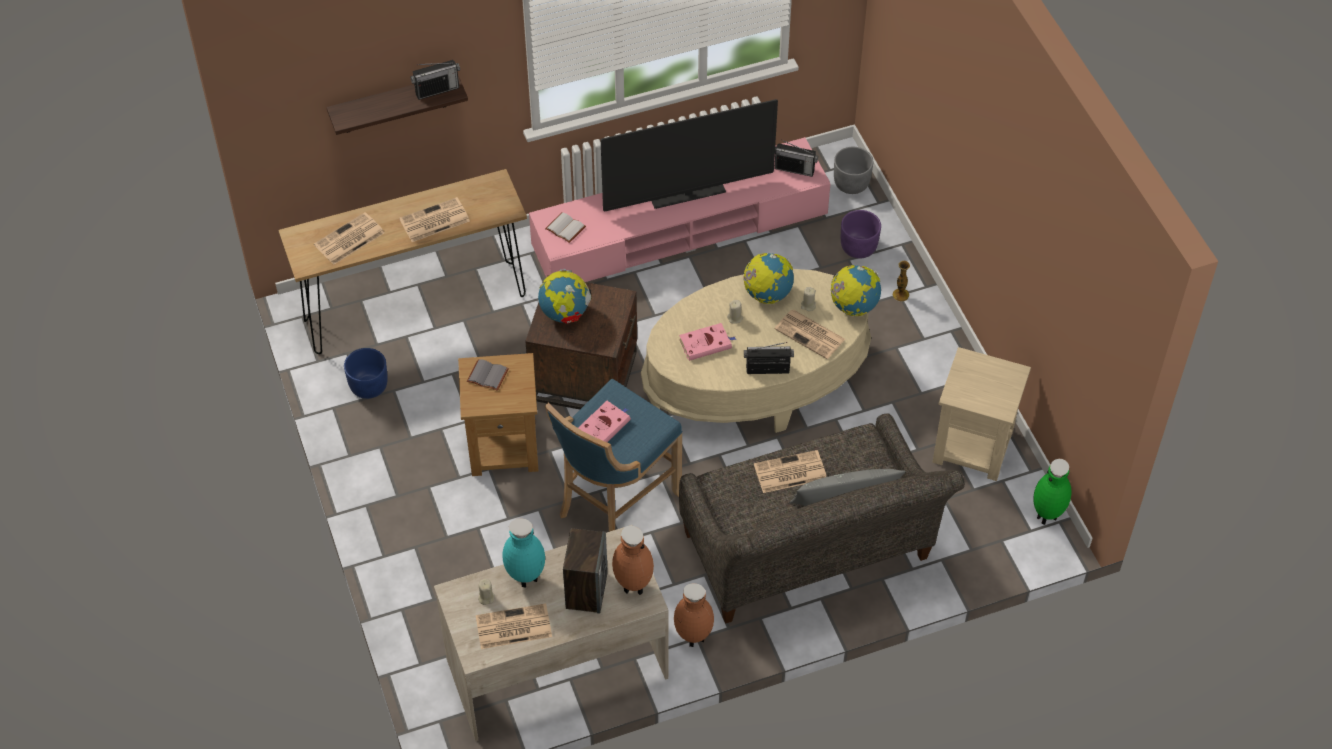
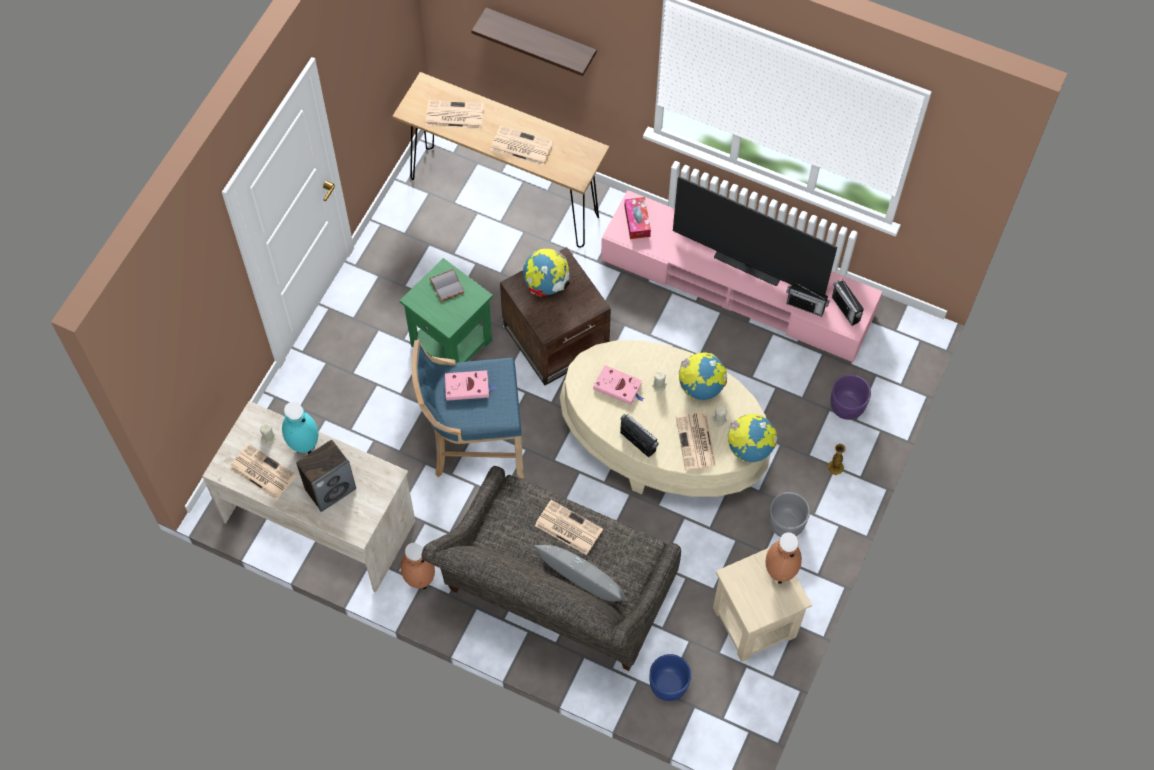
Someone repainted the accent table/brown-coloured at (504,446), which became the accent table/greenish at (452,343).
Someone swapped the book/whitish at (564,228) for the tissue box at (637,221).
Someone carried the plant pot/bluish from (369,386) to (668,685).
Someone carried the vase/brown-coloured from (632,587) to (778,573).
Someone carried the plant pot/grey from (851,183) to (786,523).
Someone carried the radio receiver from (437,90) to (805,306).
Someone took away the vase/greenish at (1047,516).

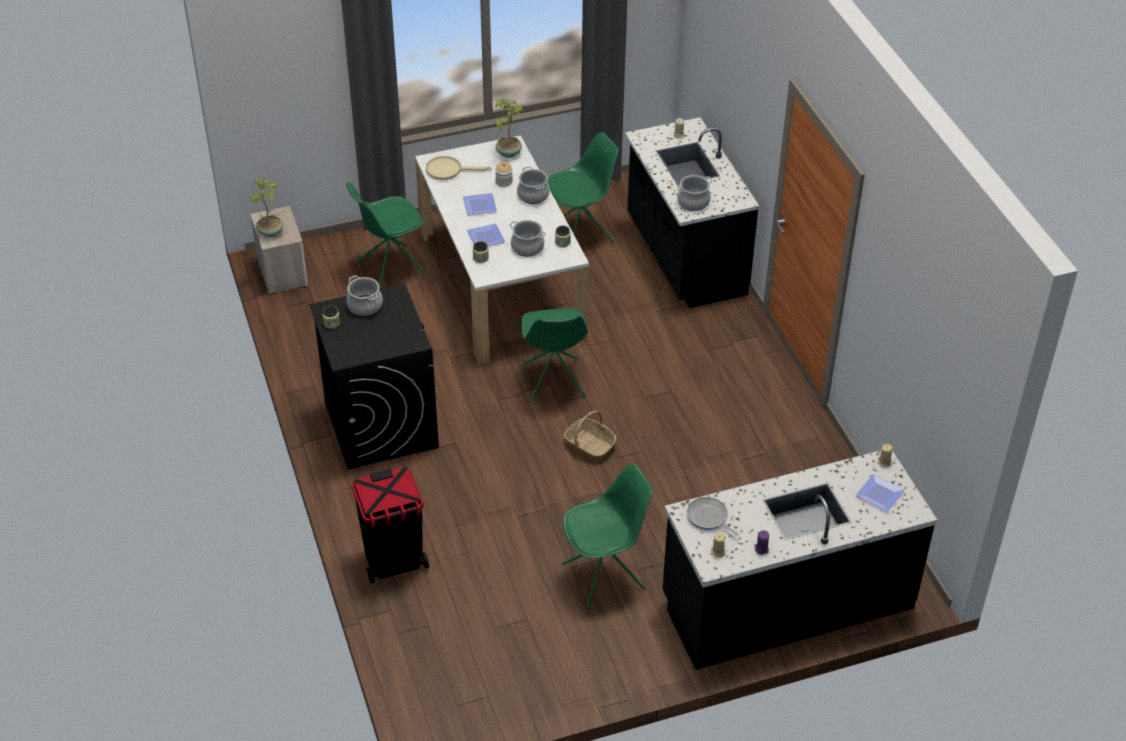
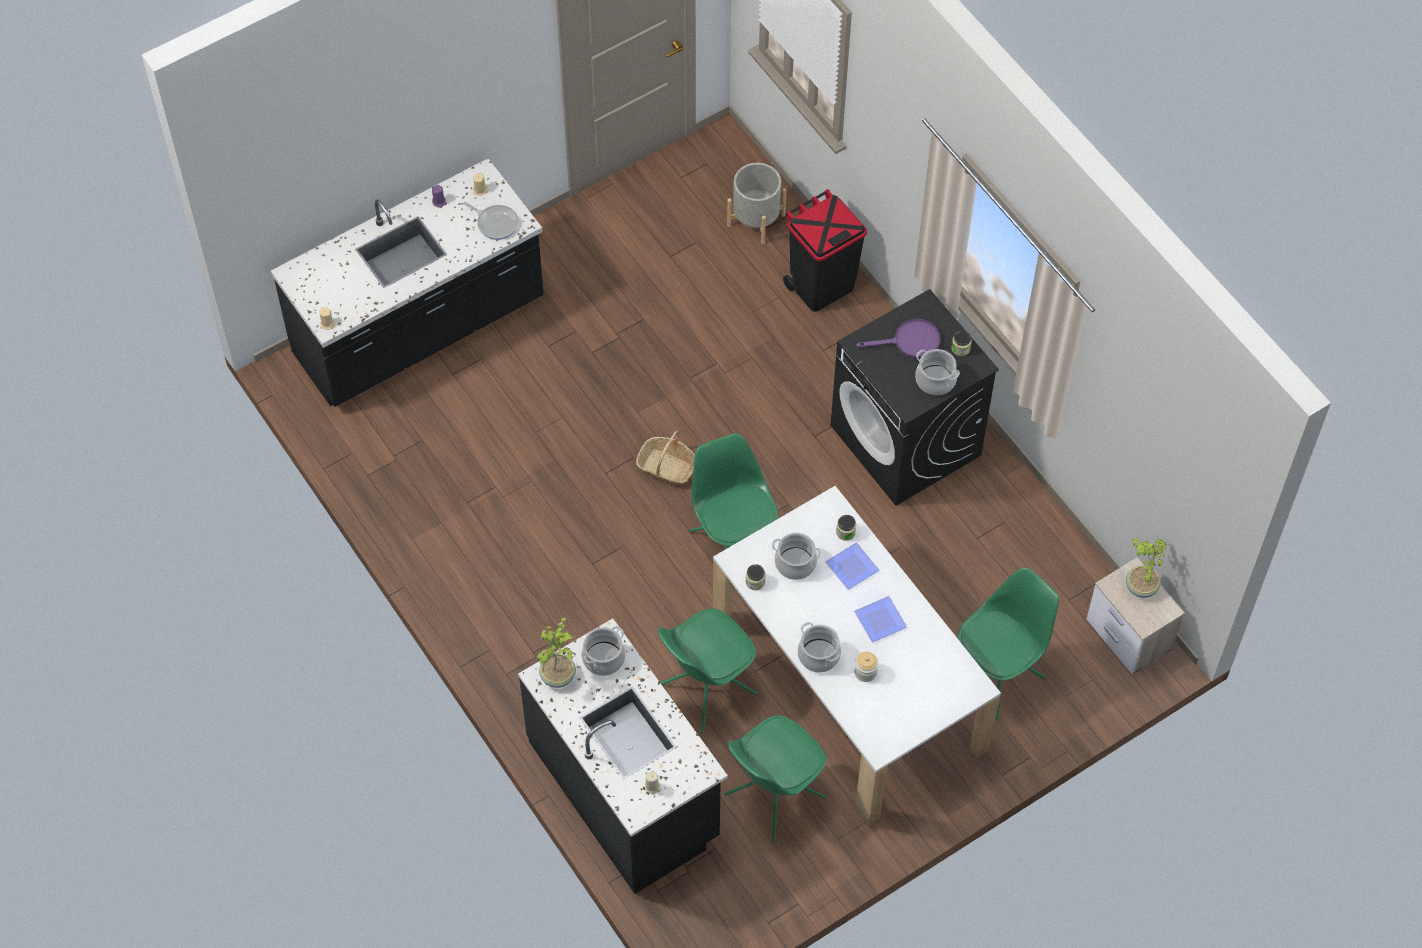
Someone carried the houseplant from (508,153) to (559,675).
Someone carried the chair/greenish from (604,576) to (706,690).
Someone put down the plant pot/grey at (756,220).
Someone put down the skillet/purplish at (910,342).
Someone took away the skillet/beige-coloured at (449,170).
Someone took away the dinner plate at (880,496).

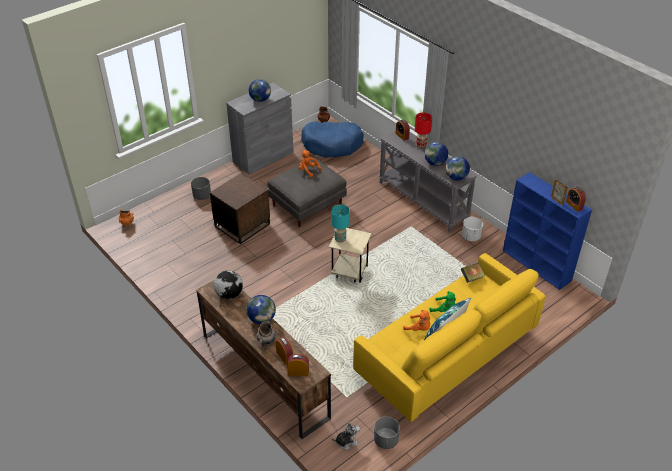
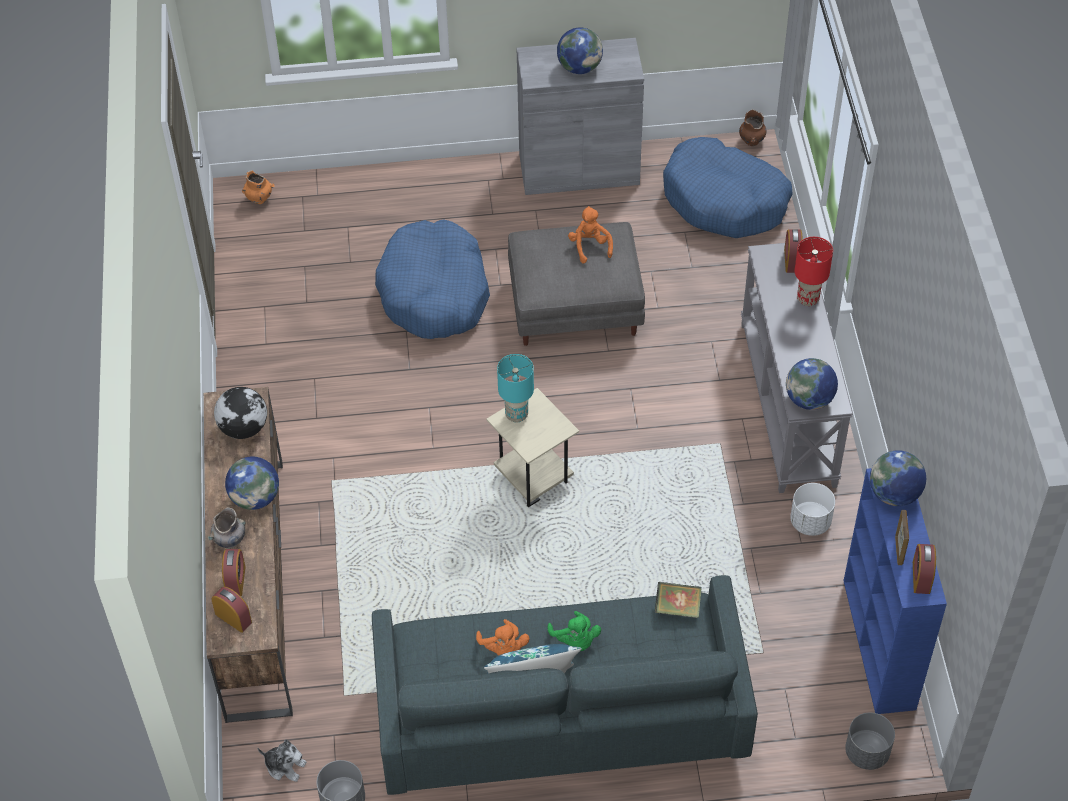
Someone repainted the settee/yellow at (446,356), which became the settee/grey at (560,720).
Someone swapped the accent table/brown-coloured at (242,225) for the pet bed/bluish at (434,292).
Someone carried the plant pot/grey from (202,196) to (867,752).
Someone carried the world globe from (435,163) to (894,494).

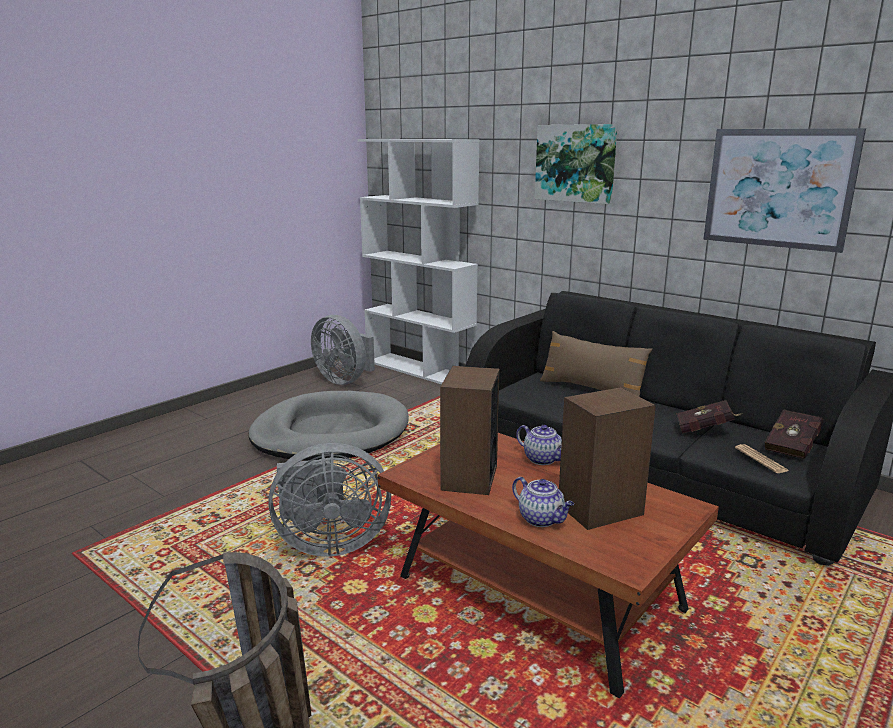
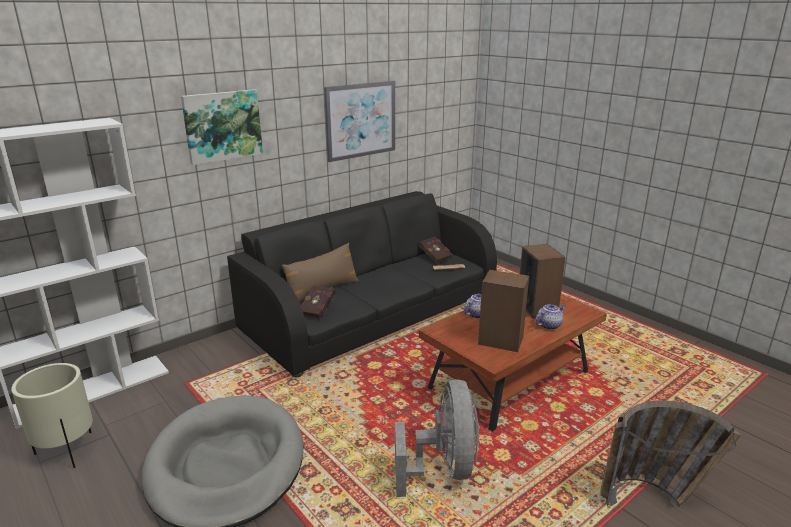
Someone swapped the fan/grey at (344,380) for the plant pot/beige-coloured at (67,451).
Someone carried the book/red from (705,431) to (319,310).

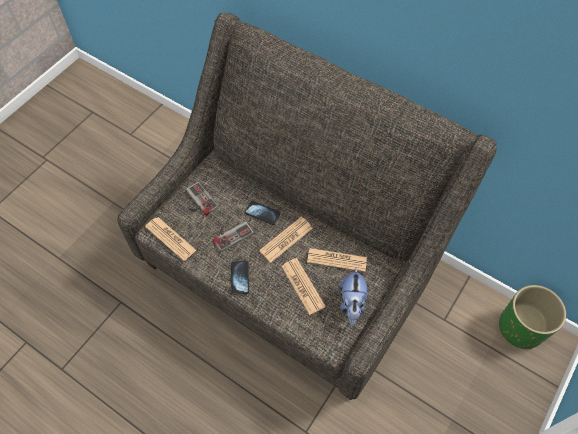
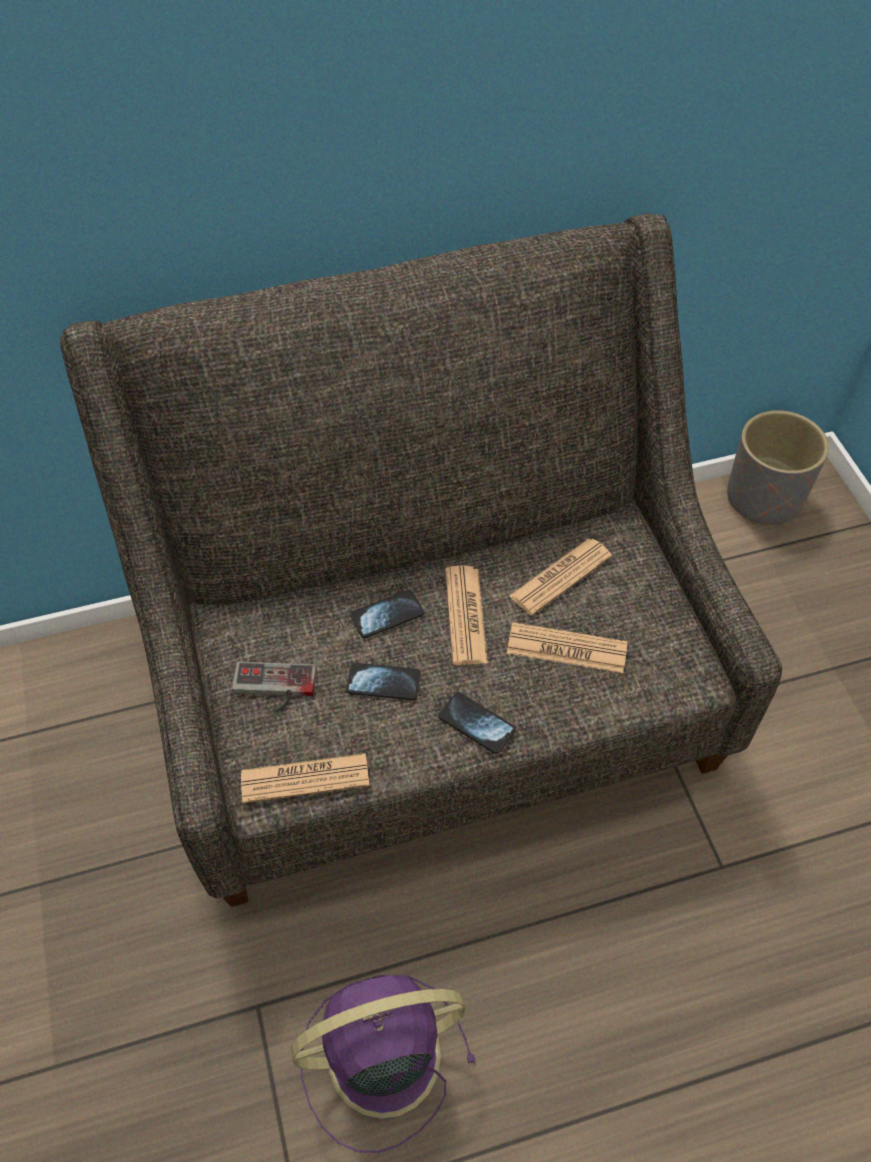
Someone put down the fan/purplish at (379,1058).
Someone swapped the joypad at (231,234) for the telephone at (383,682).
Someone repainted the plant pot/greenish at (520,327), which became the plant pot/grey at (763,498).
Someone took away the soft toy at (352,304).

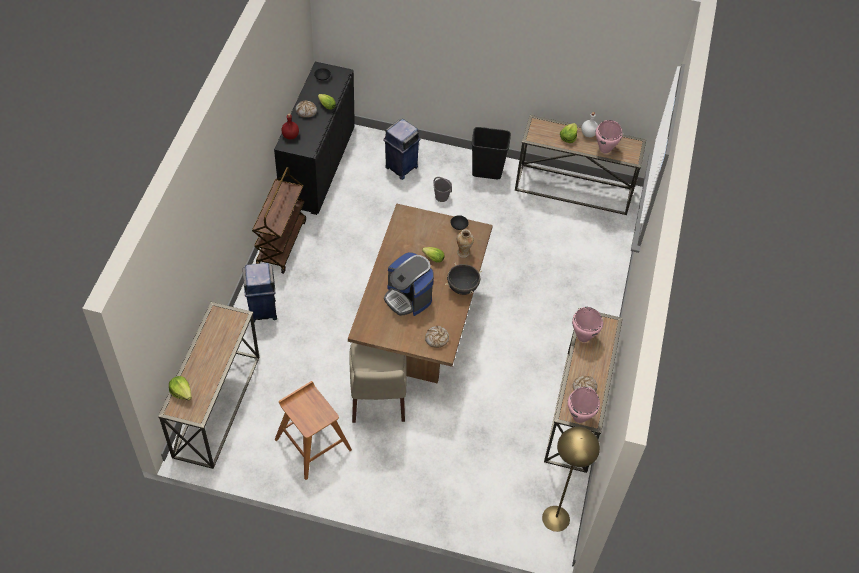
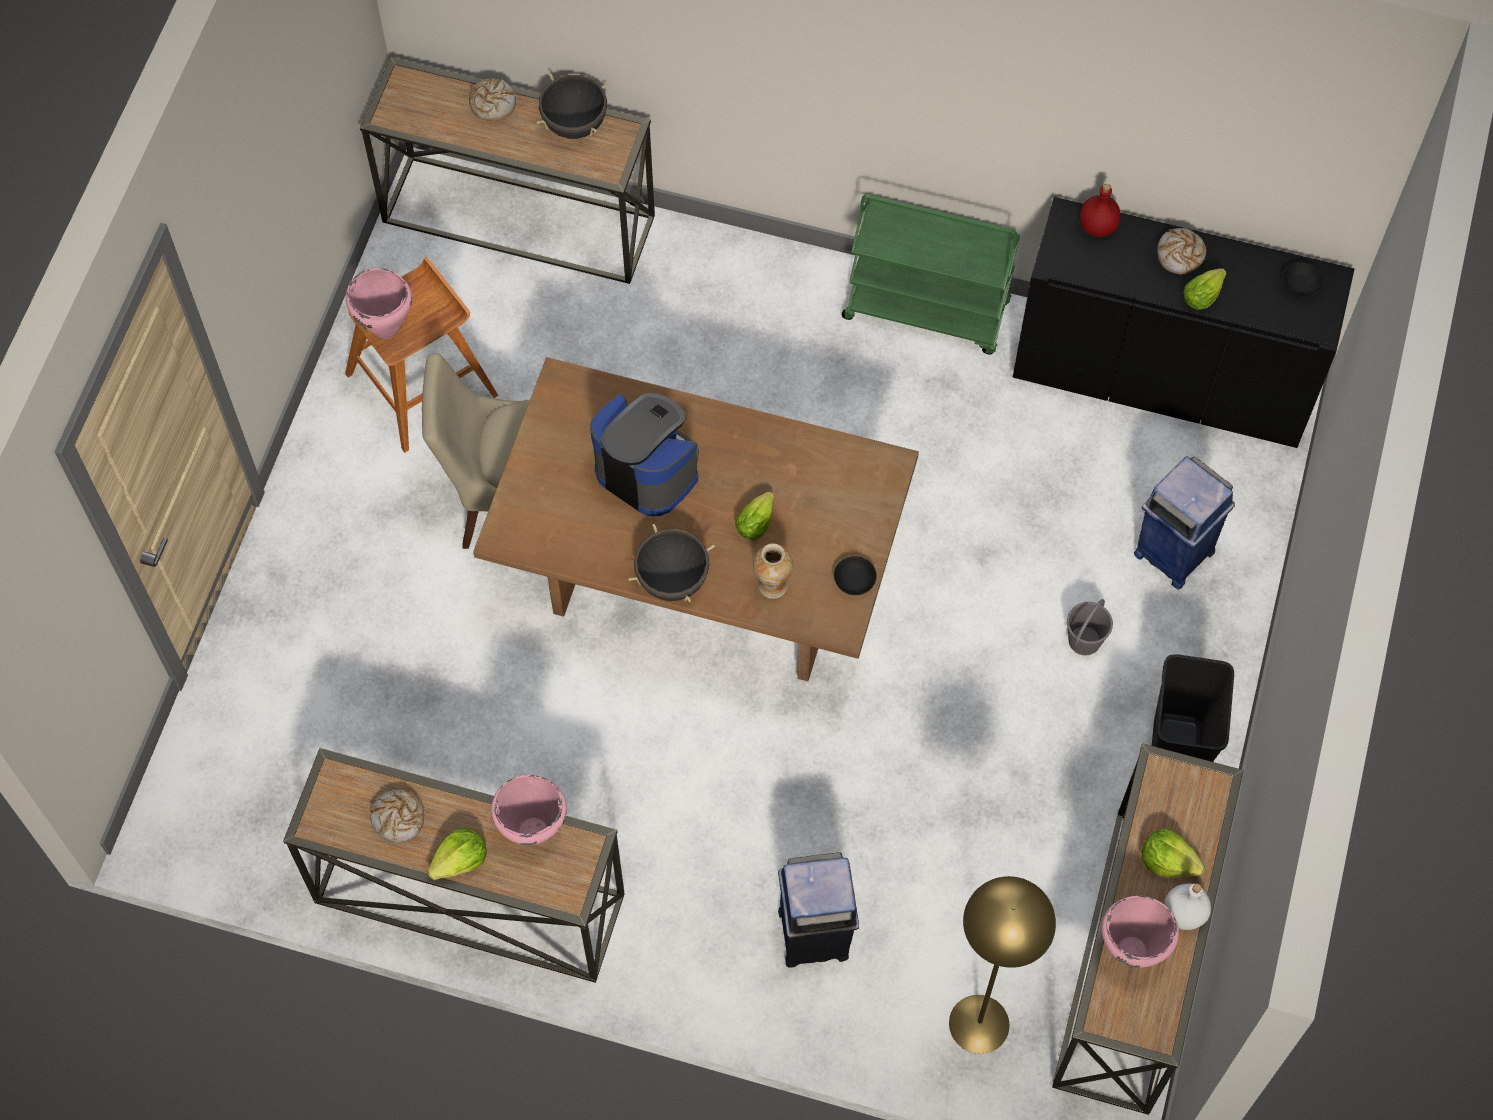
Someone carried the saucepot/pink-coloured from (579,417) to (386,328).
Someone carried the lettuce from (181,392) to (460,861).
Someone carried the bread from (436,339) to (492,103).
Someone put down the saucepot/black at (575,124).
Someone rotated the coffee machine at (408,297) by 75 degrees clockwise.
Someone carried the rubbish bin/bluish from (263,310) to (815,934).
Someone repainted the trolley/brown-coloured at (281,243), which became the trolley/greenish at (927,310).
Someone carried the standard lamp/yellow from (556,518) to (979,1024).

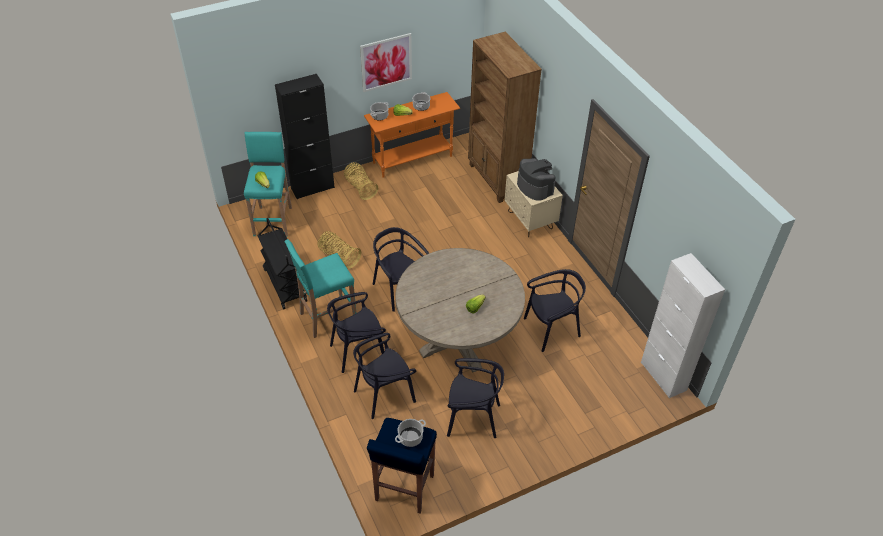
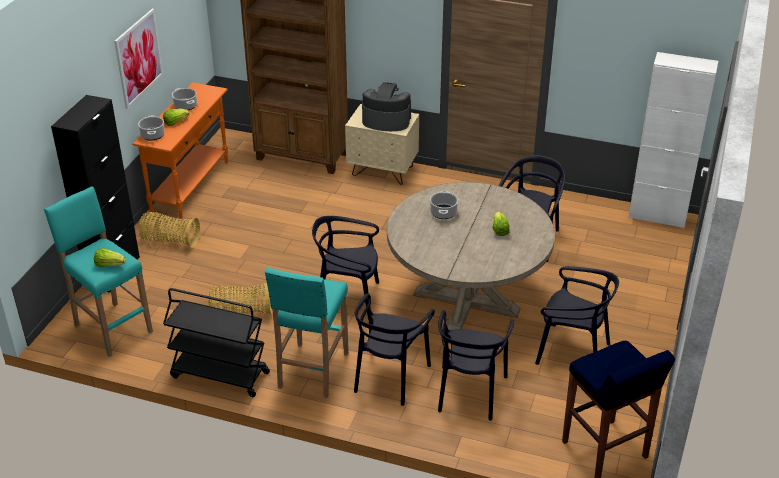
Someone carried the saucepot from (410,438) to (443,213).
Someone rotated the chair/black at (472,418) by 60 degrees clockwise.

